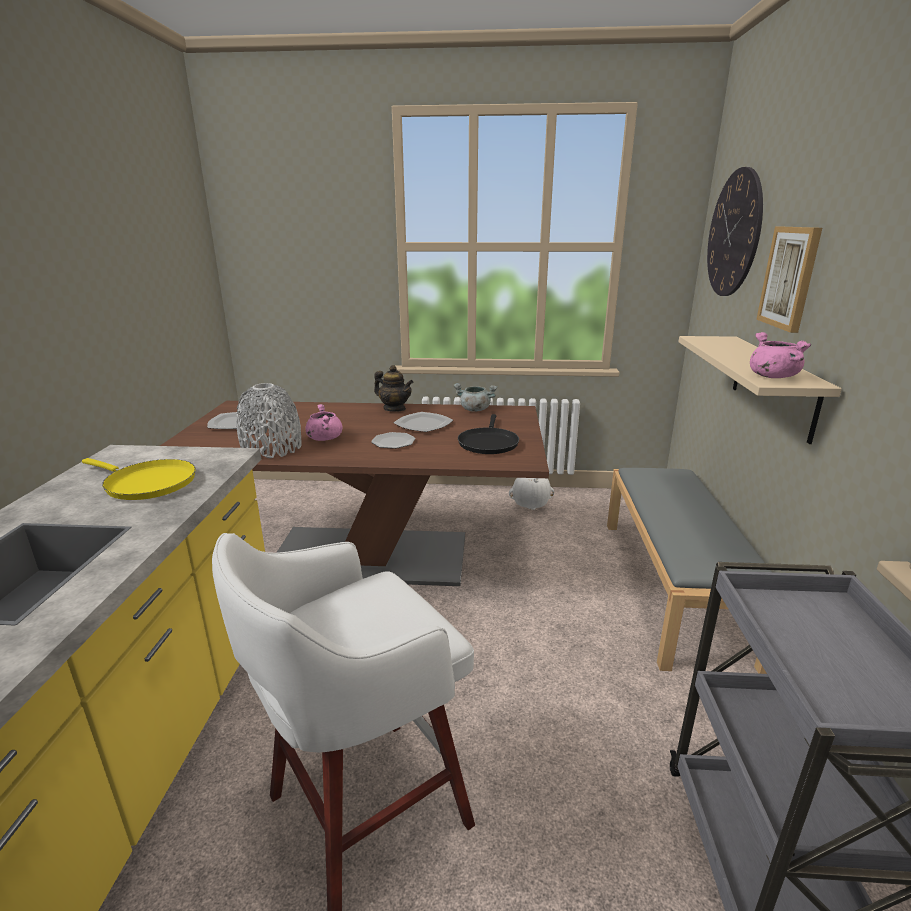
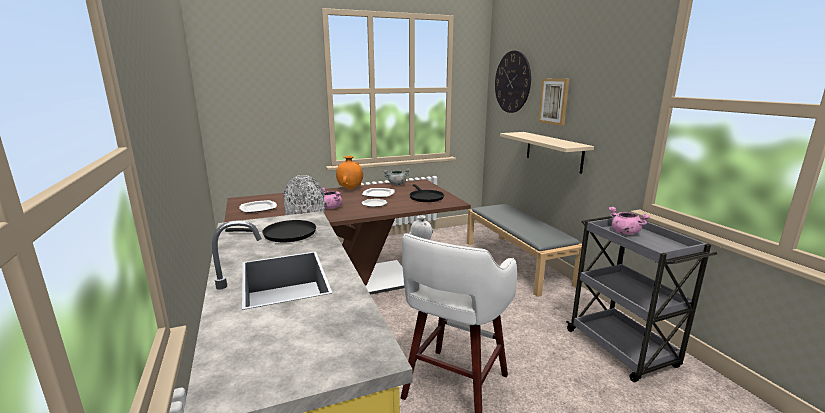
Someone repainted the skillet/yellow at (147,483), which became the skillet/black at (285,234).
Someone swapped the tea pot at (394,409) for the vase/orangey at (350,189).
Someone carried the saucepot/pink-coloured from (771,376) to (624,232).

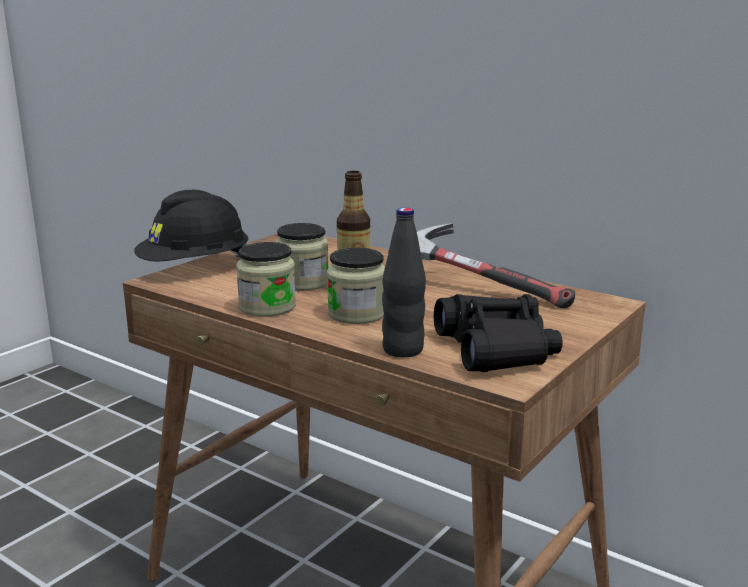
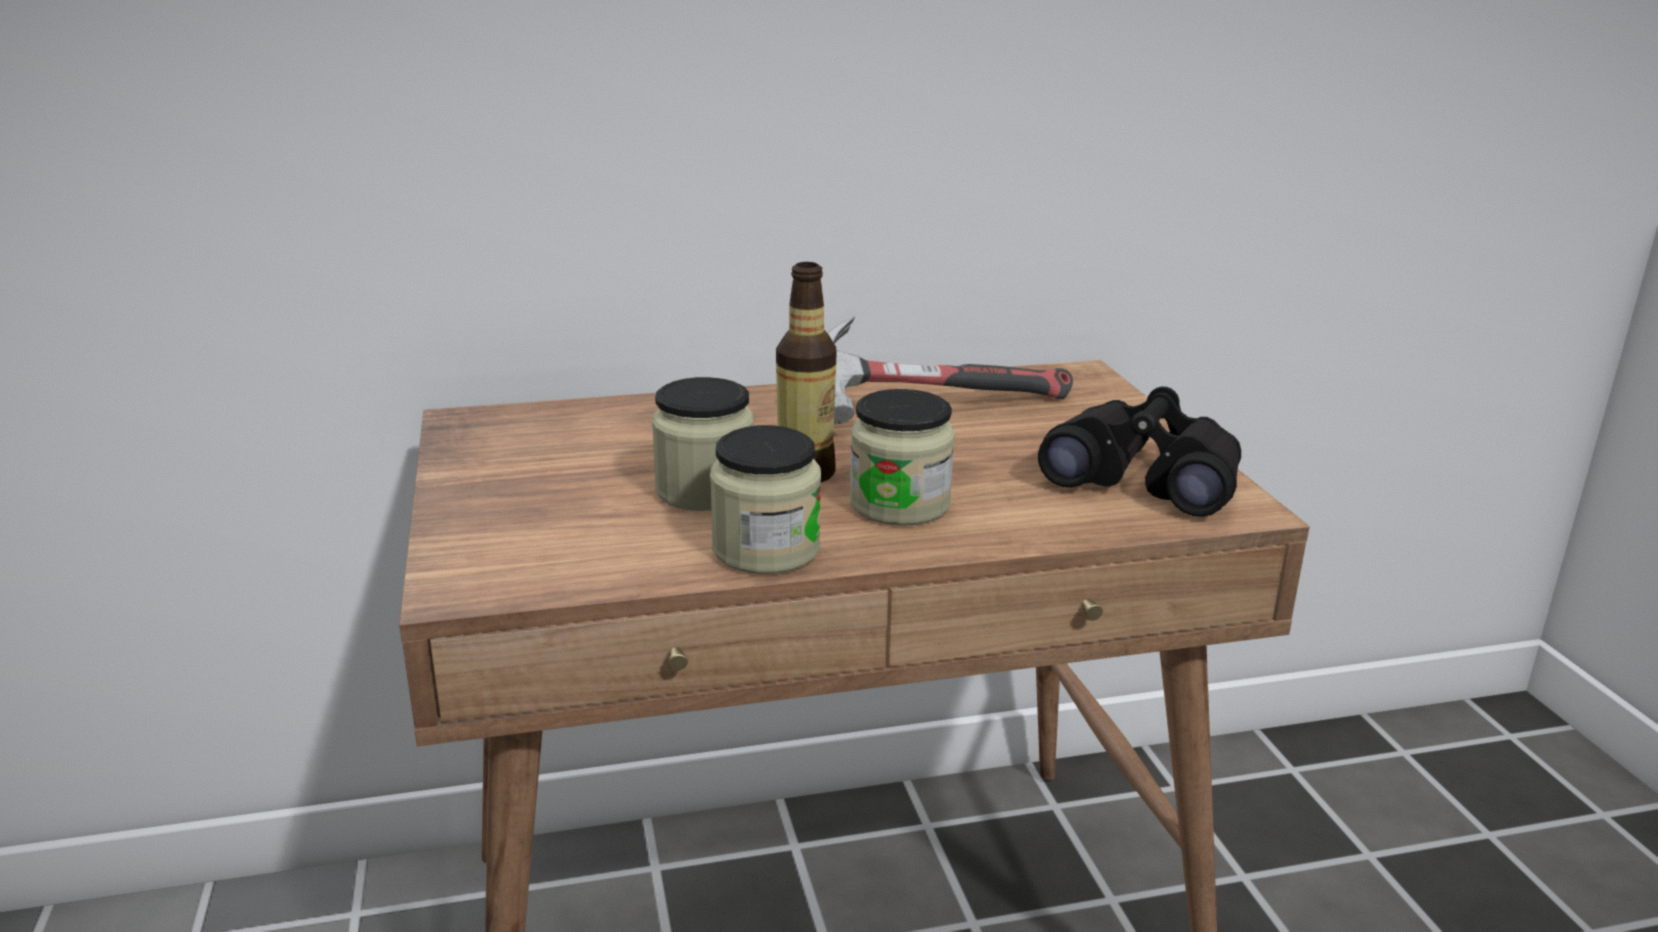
Someone took away the safety helmet/black at (195,267).
Someone took away the drink bottle/black at (403,350).

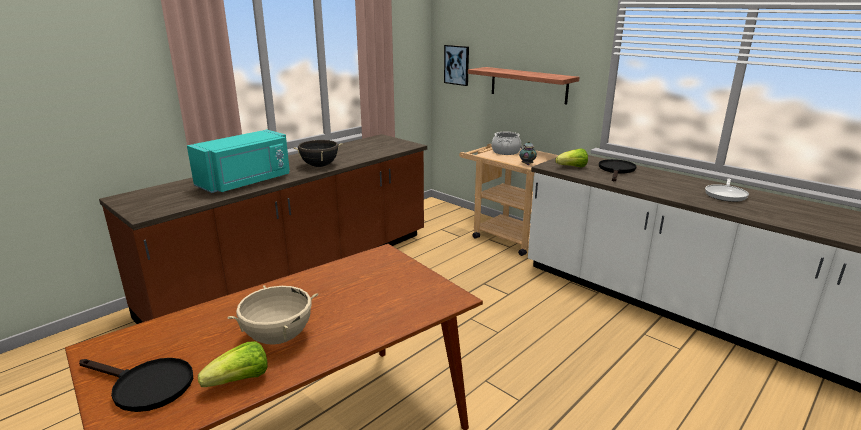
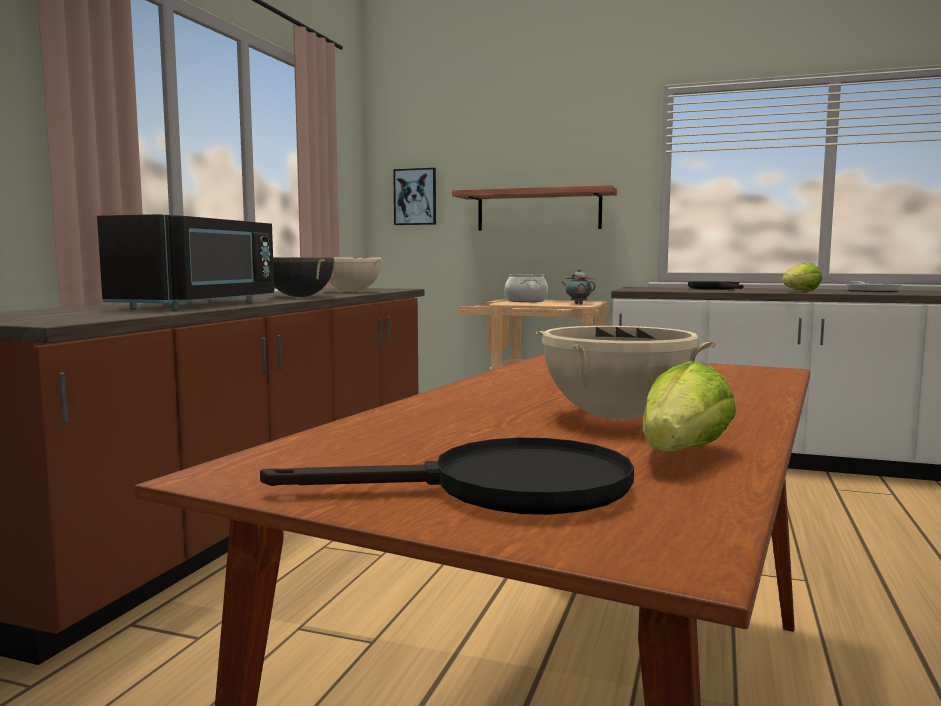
Someone repainted the kitchen microwave/turquoise at (246,182), which became the kitchen microwave/black at (201,304).
Someone put down the saucepot/beige-coloured at (352,291).
Someone carried the lettuce from (572,167) to (800,291).

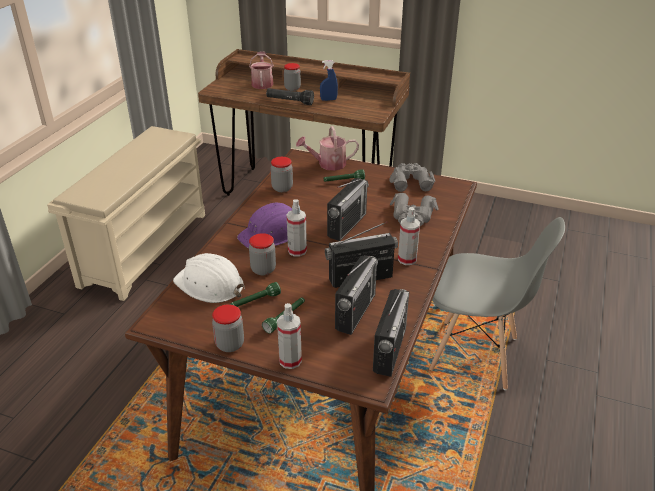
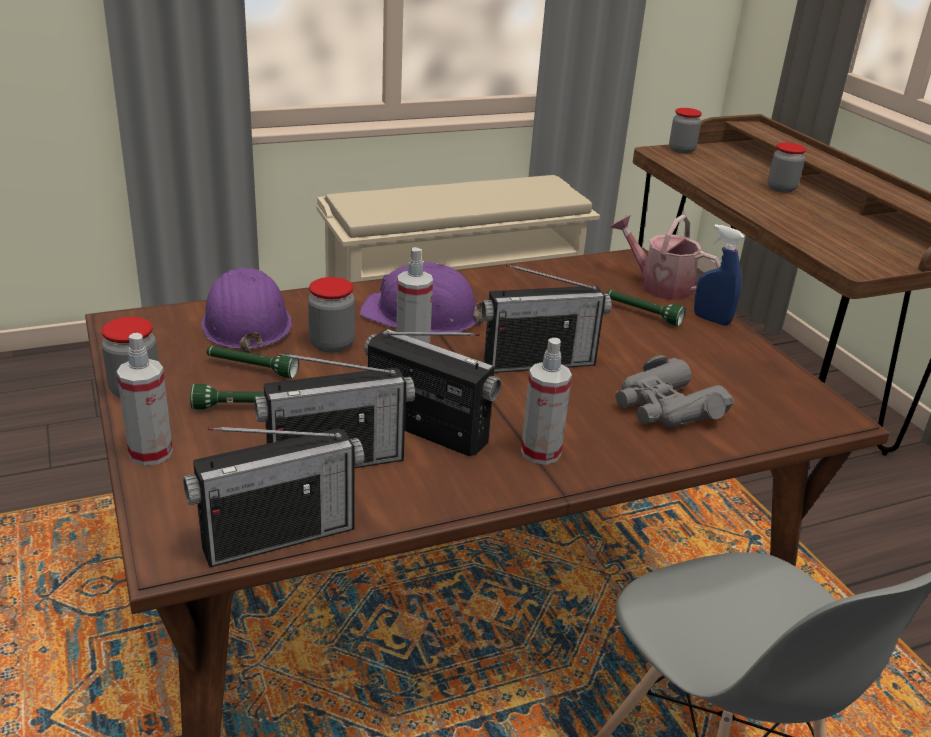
Someone repainted the safety helmet/whitish at (209,285), which became the safety helmet/purplish at (246,322).
Someone carried the jar from (282,188) to (681,150).
Someone carried the hand sprayer/bluish from (328,99) to (711,320).
Someone took away the sprinkling can at (262,83).
Someone took away the torch/black at (289,102).
Someone took away the pair of binoculars/grey at (410,181).

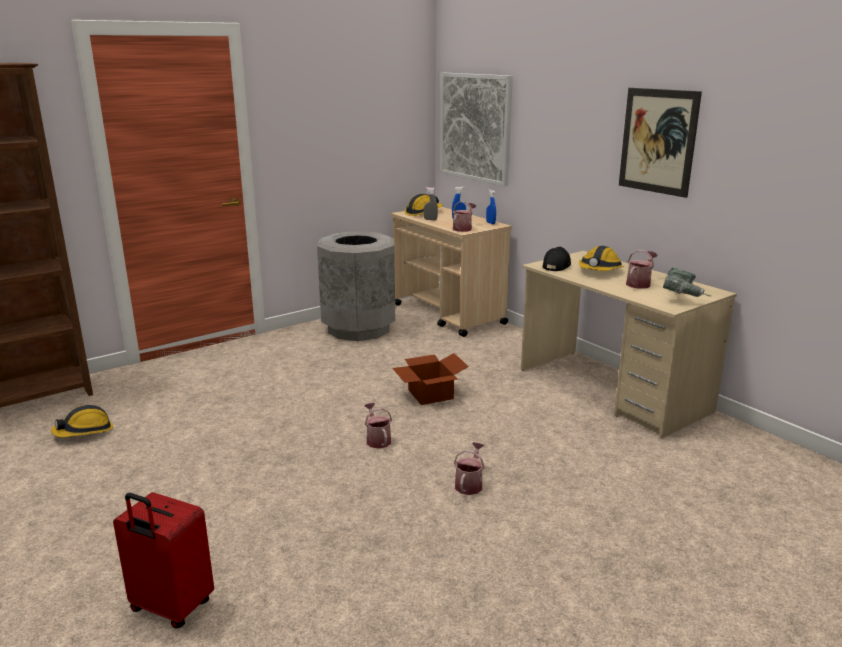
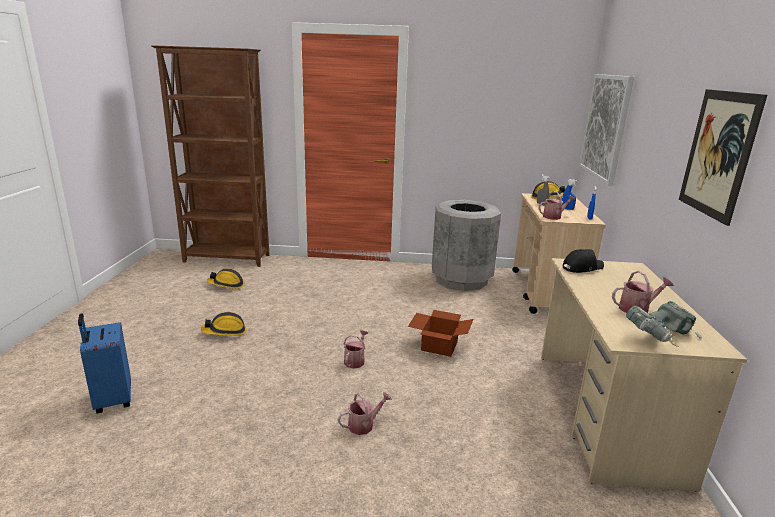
Someone repainted the travel case/red at (170,608), which became the travel case/bluish at (112,400).
Someone carried the safety helmet from (599,271) to (225,332).

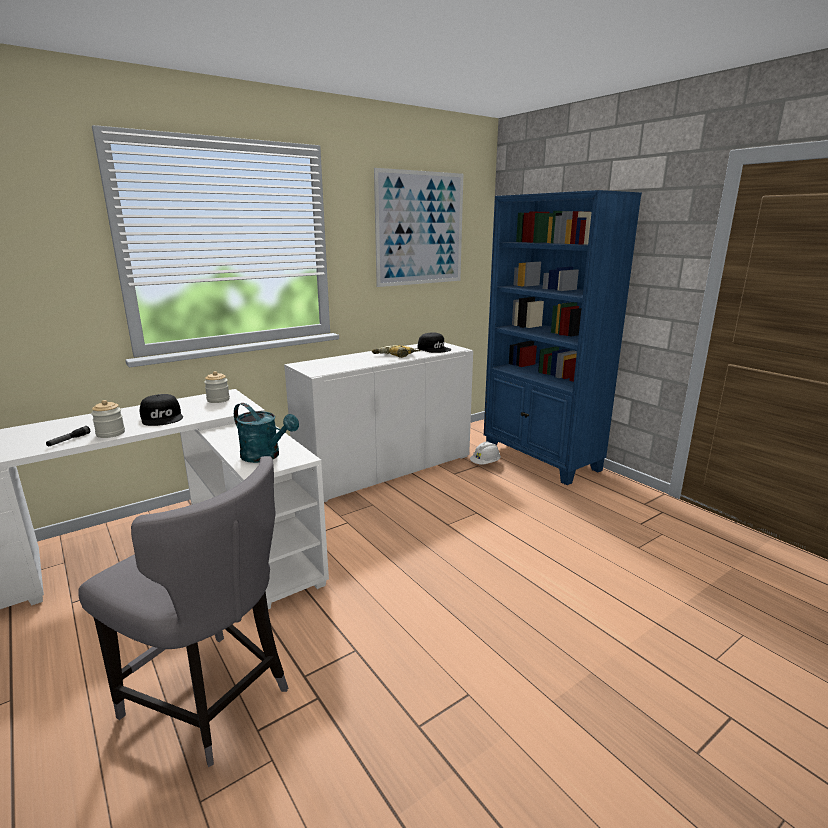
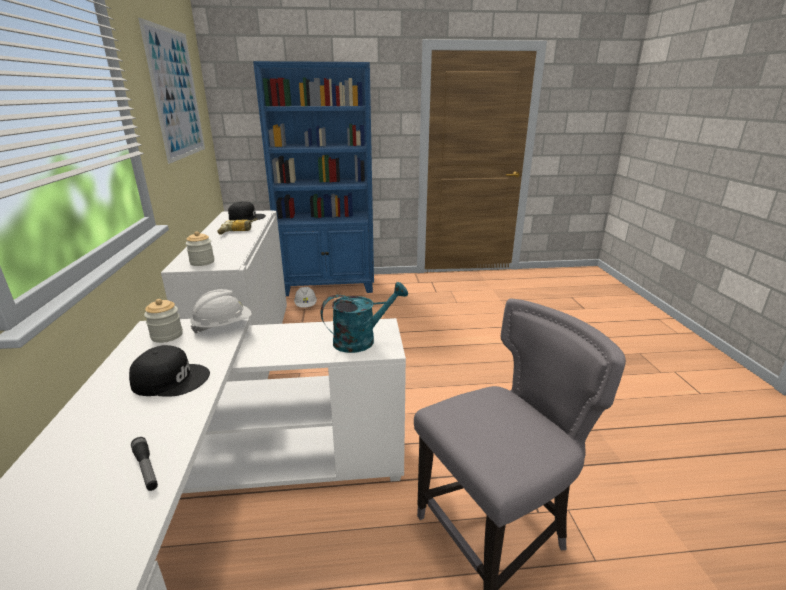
Someone carried the jar from (110,433) to (202,262).
Someone put down the safety helmet/whitish at (223,326).

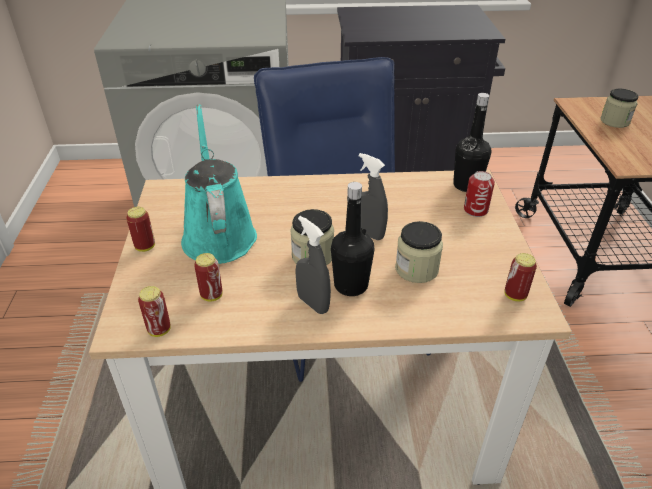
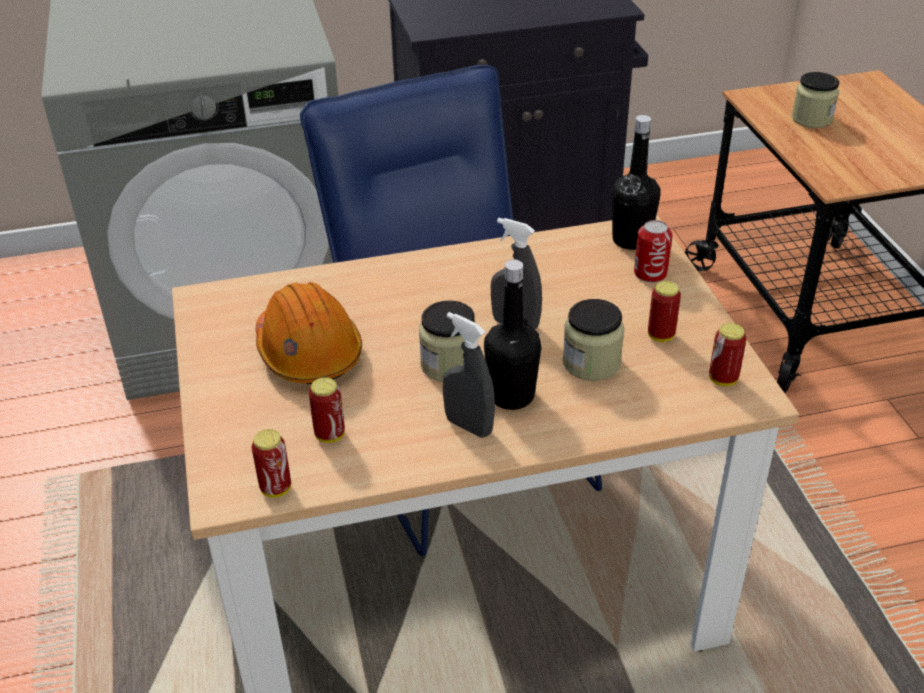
Someone swapped the sprinkling can/turquoise at (218,234) for the safety helmet/orangey at (308,352).
Someone carried the can from (145,247) to (661,335).

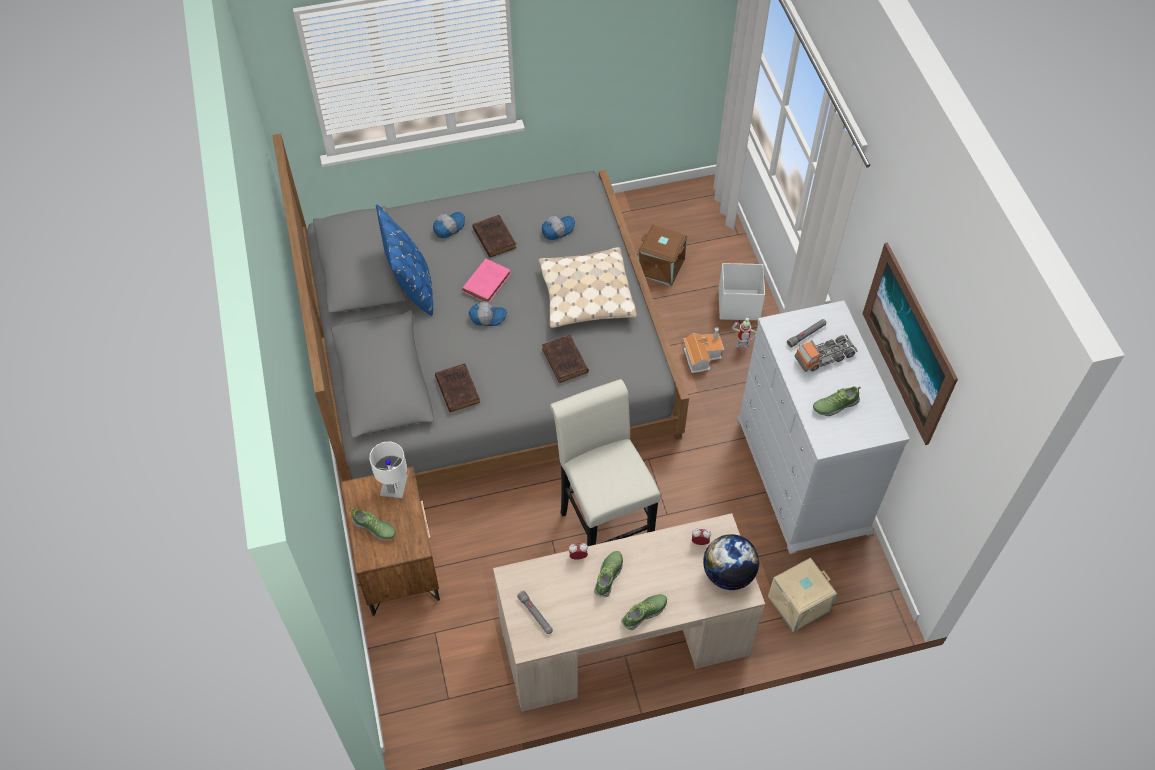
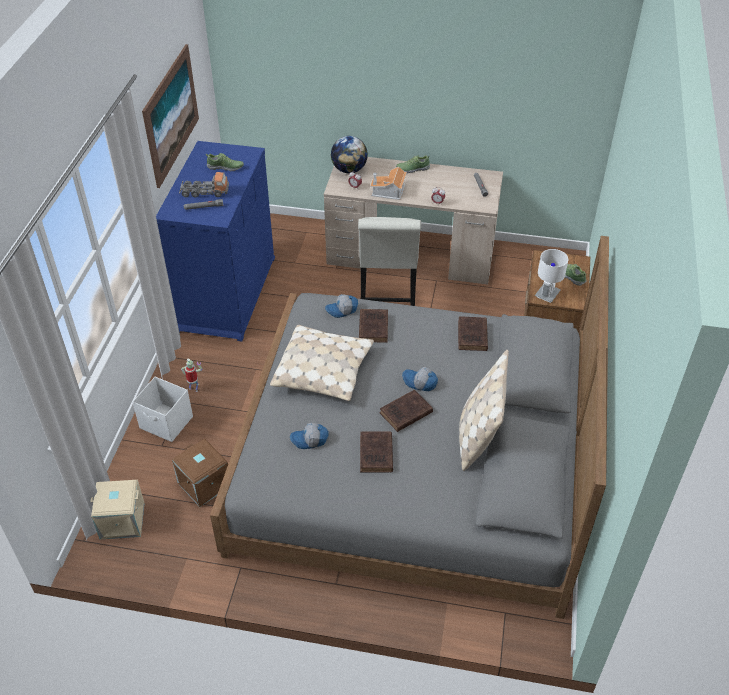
Someone carried the storage container/beige-coloured from (798,603) to (122,521).
Someone repainted the drawer chest/whitish at (803,475), which became the drawer chest/bluish at (227,293).
Someone carried the cap from (448,227) to (342,310).
Someone carried the toy house from (702,355) to (388,191).
Someone repainted the book/pink-coloured at (487,282), which became the book/brown-coloured at (404,413).
Someone repainted the throw pillow/bluish at (411,285), which became the throw pillow/beige-coloured at (478,436).
Someone took away the item of footwear at (609,576).

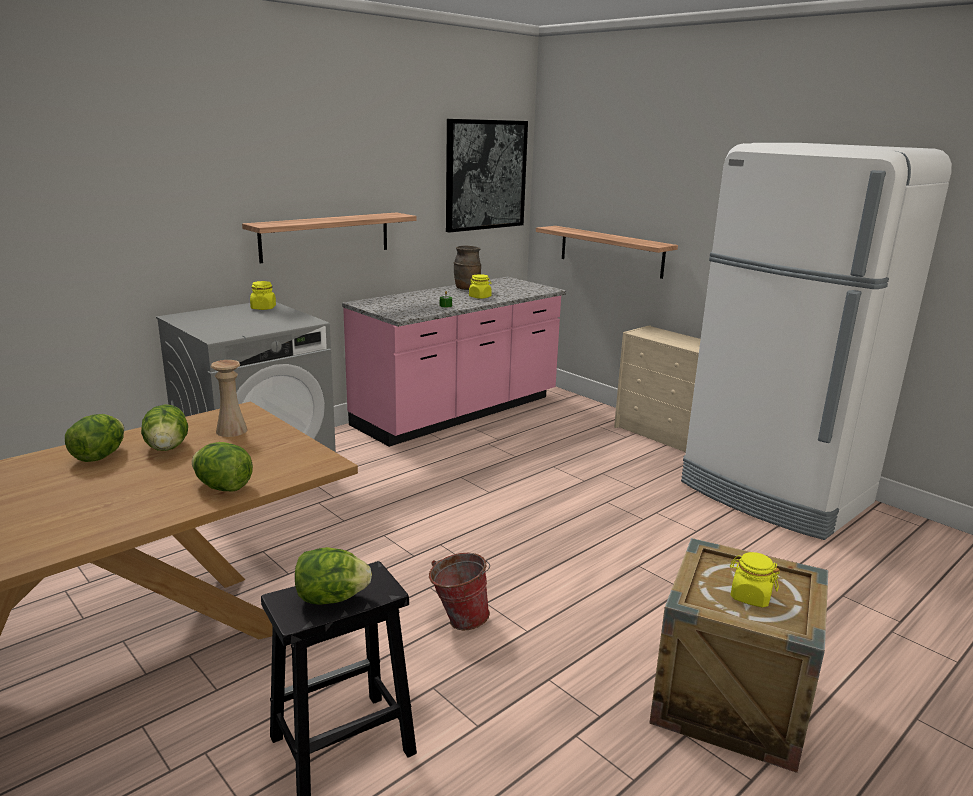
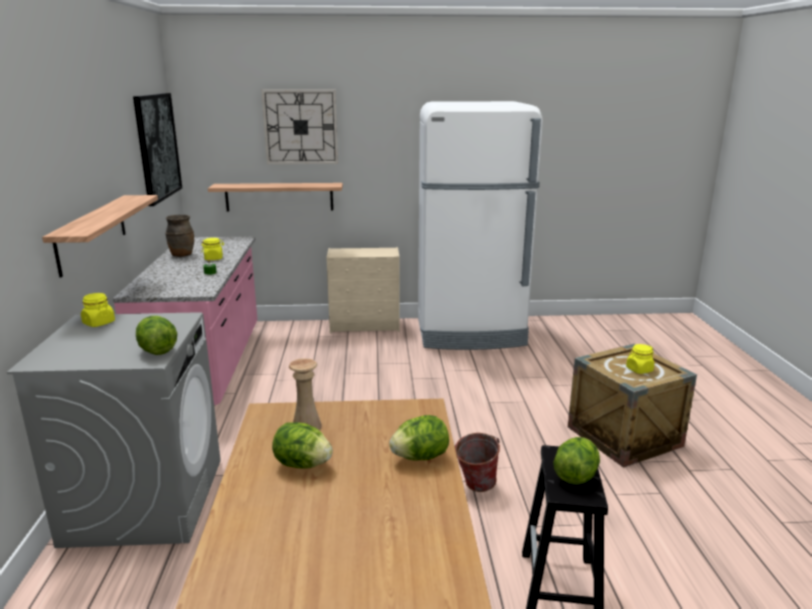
Someone carried the lettuce from (99,456) to (157,351).
Someone put up the clock on the wall at (300,127).

